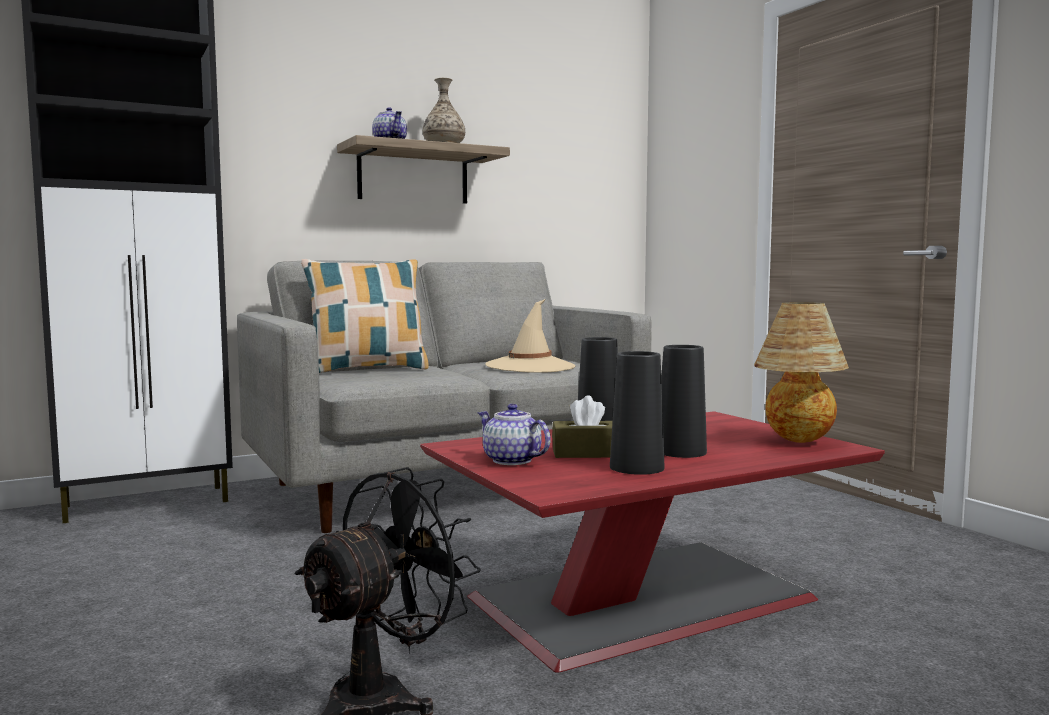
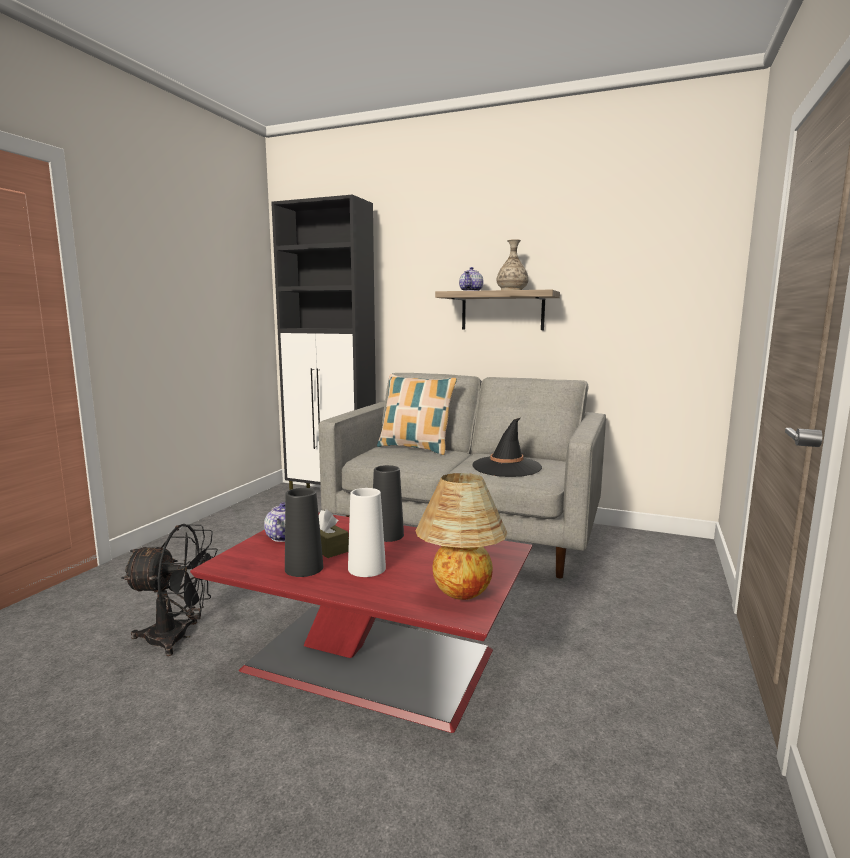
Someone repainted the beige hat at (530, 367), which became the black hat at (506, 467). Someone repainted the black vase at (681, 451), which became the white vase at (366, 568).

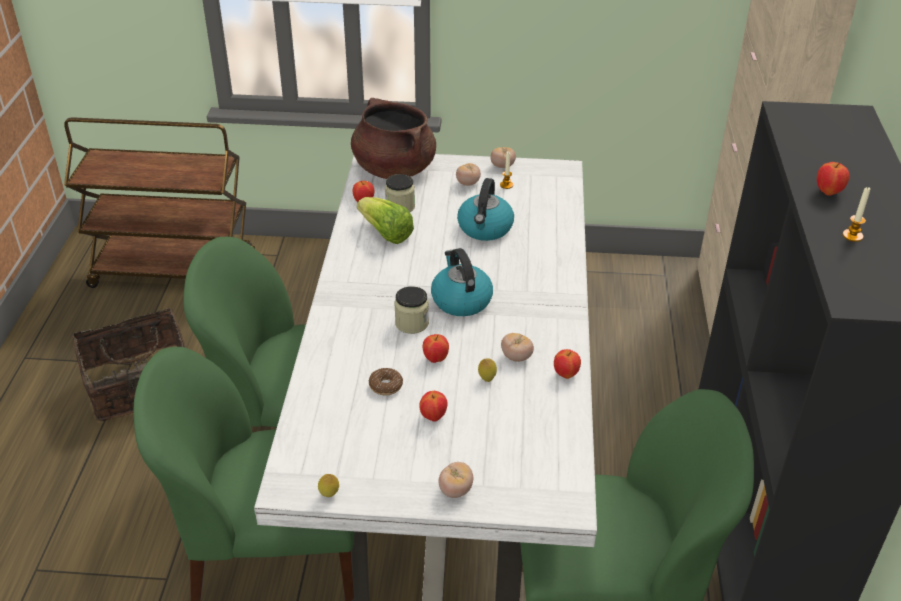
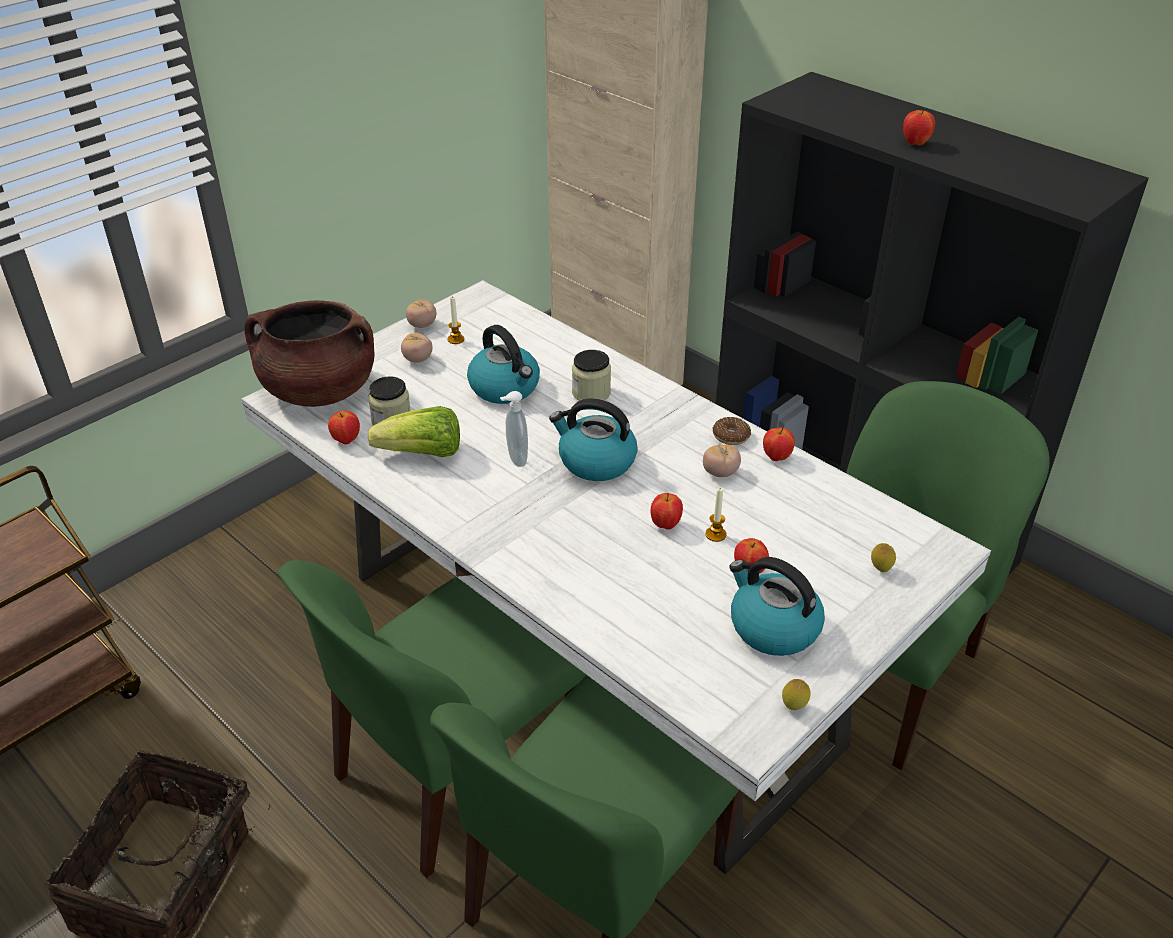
Someone took away the tomato at (455, 490). Someone put down the soap dispenser at (515, 459). Someone put down the kettle at (772, 627). Someone carried the donut from (385, 386) to (731, 436). Someone carried the jar from (412, 323) to (591, 393). Someone carried the lemon from (487, 379) to (880, 569). Someone carried the candle from (852, 236) to (715, 534).

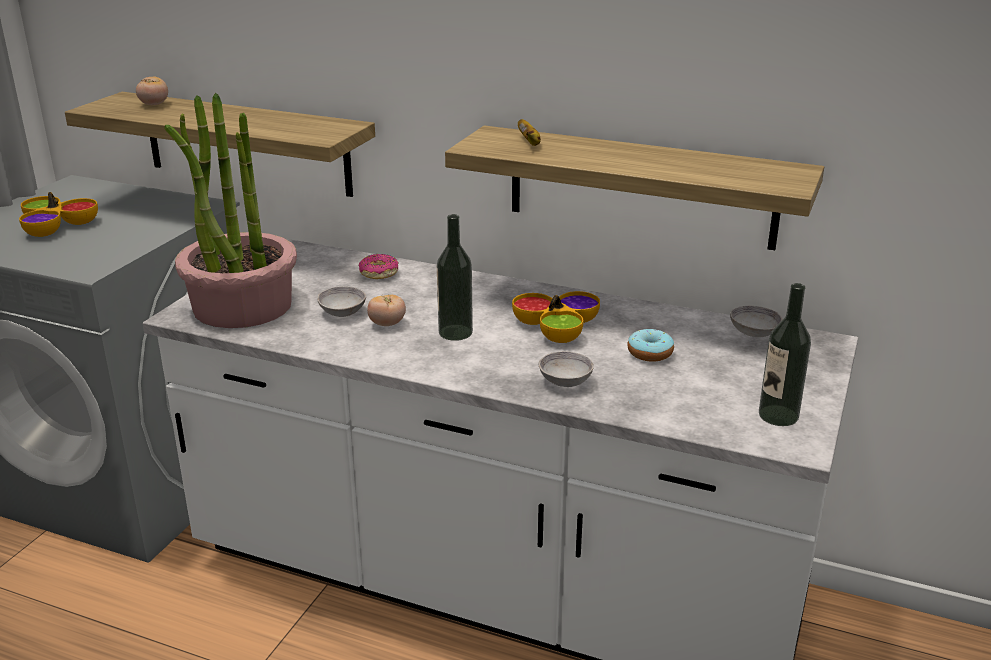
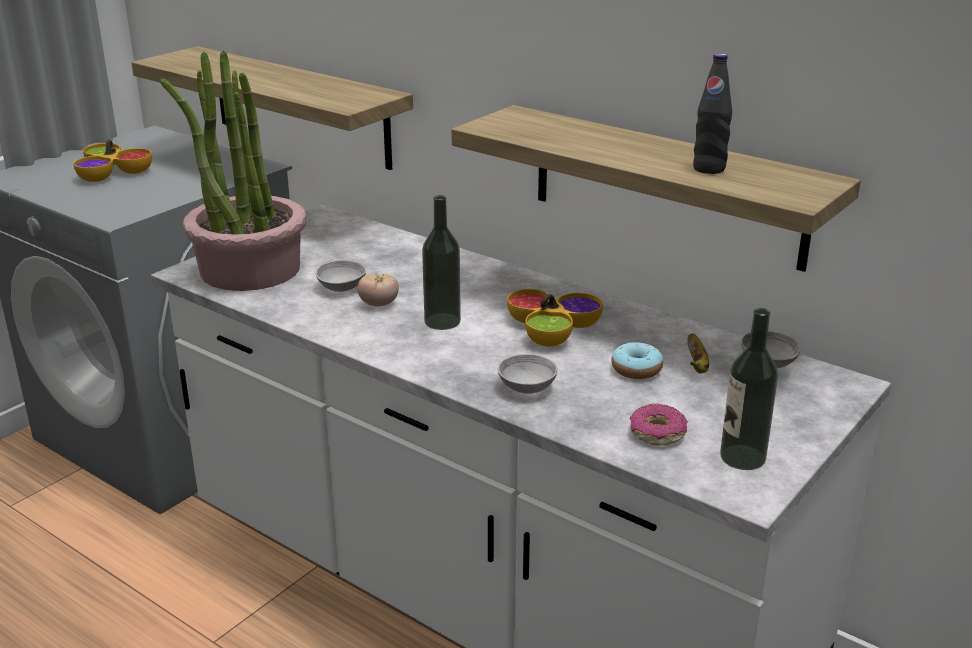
Someone took away the tomato at (154, 104). Someone put down the black bottle at (709, 169). Someone carried the donut from (378, 273) to (657, 433). Someone carried the banana from (529, 143) to (697, 365).

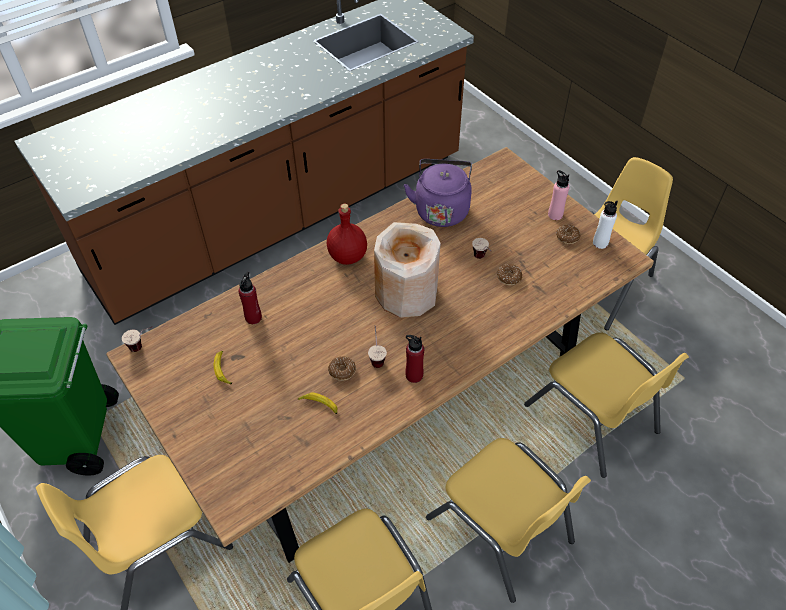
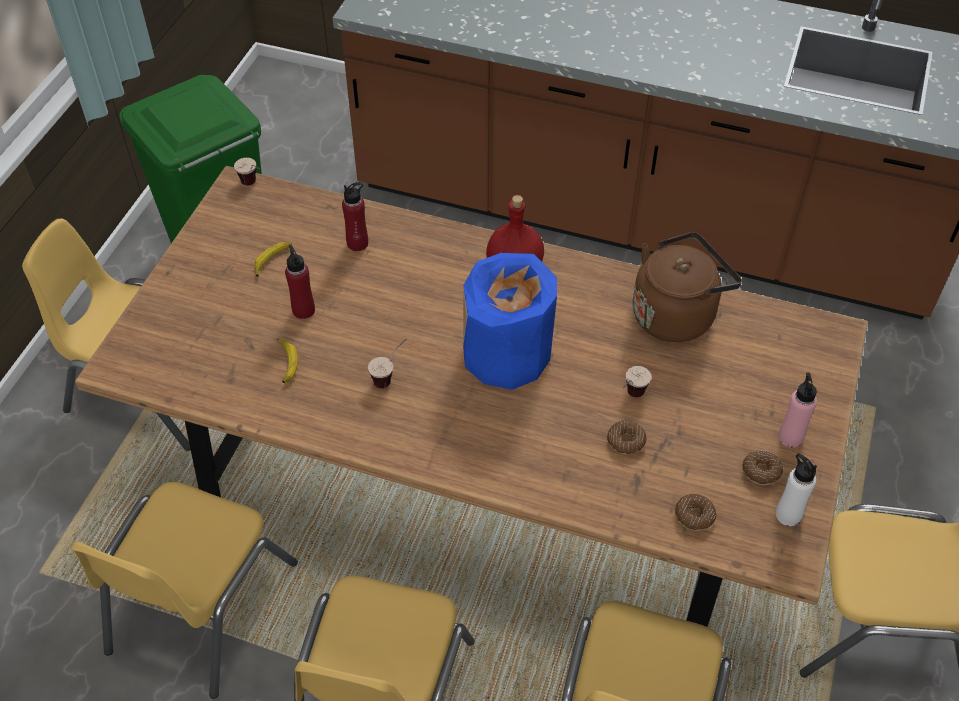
Someone carried the donut from (342, 371) to (694, 516). Someone carried the red bottle from (414, 375) to (303, 310). Someone repainted the beige vase at (406, 293), which became the blue vase at (507, 352). Someone repainted the purple kettle at (441, 209), which became the brown kettle at (676, 314).

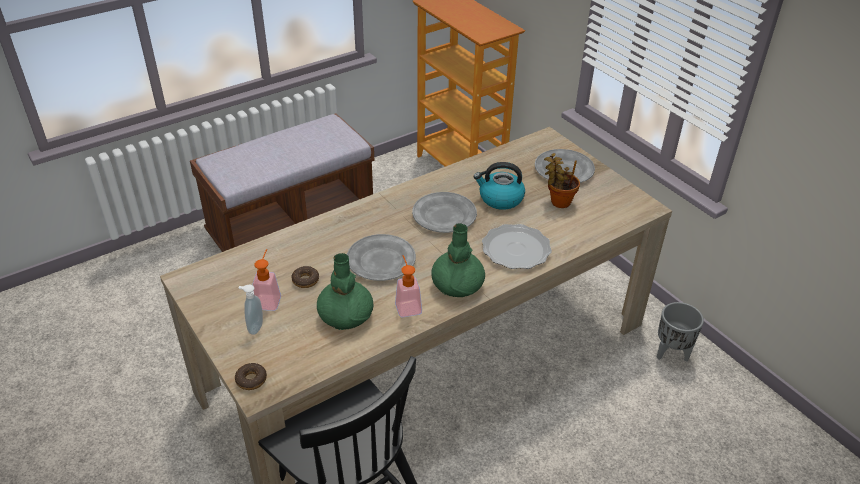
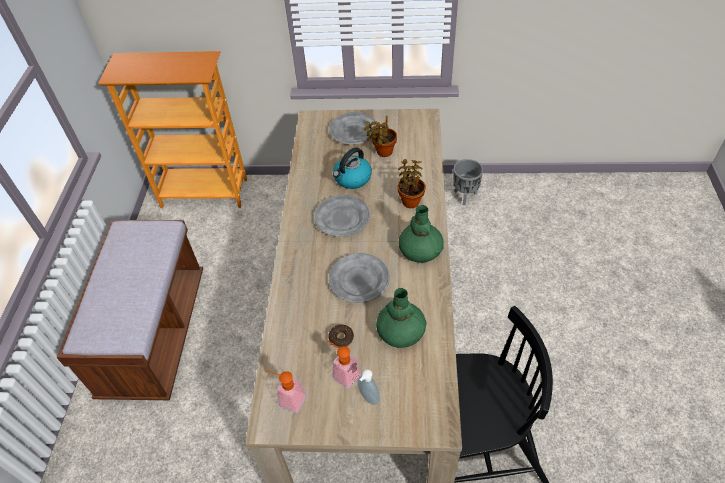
Someone took away the donut at (251, 380). Someone carried the soap dispenser from (407, 305) to (288, 399). Someone swapped the plate at (515, 249) for the potted plant at (410, 200).

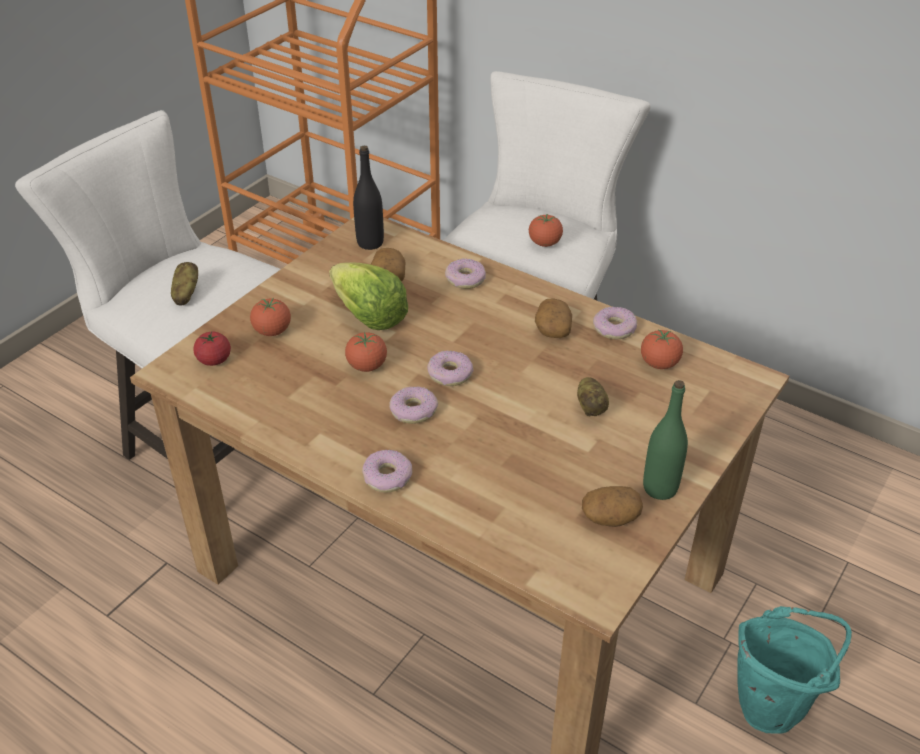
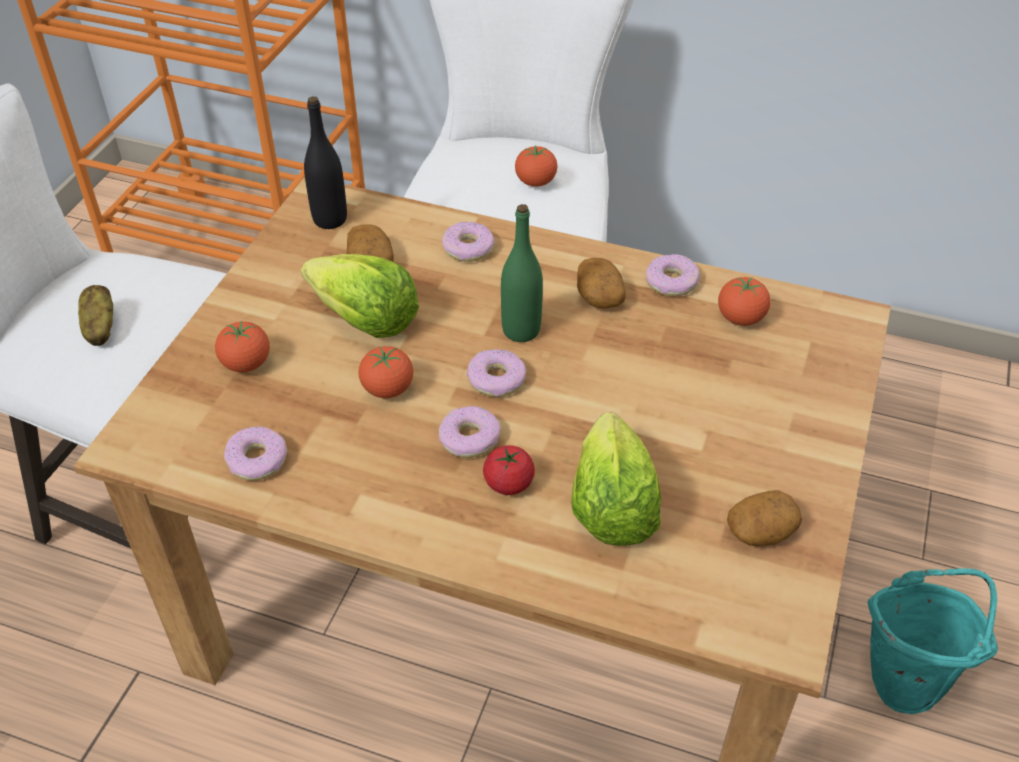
Someone took away the potato at (591, 407). Someone put down the lettuce at (611, 506). Someone carried the tomato from (214, 360) to (508, 483). Someone carried the donut from (387, 477) to (257, 460). Someone carried the green bottle from (660, 488) to (521, 330).

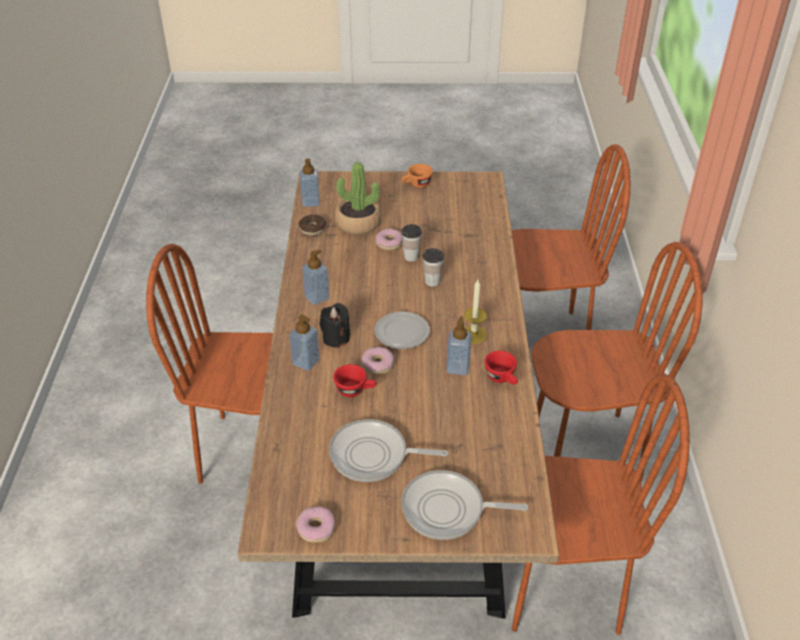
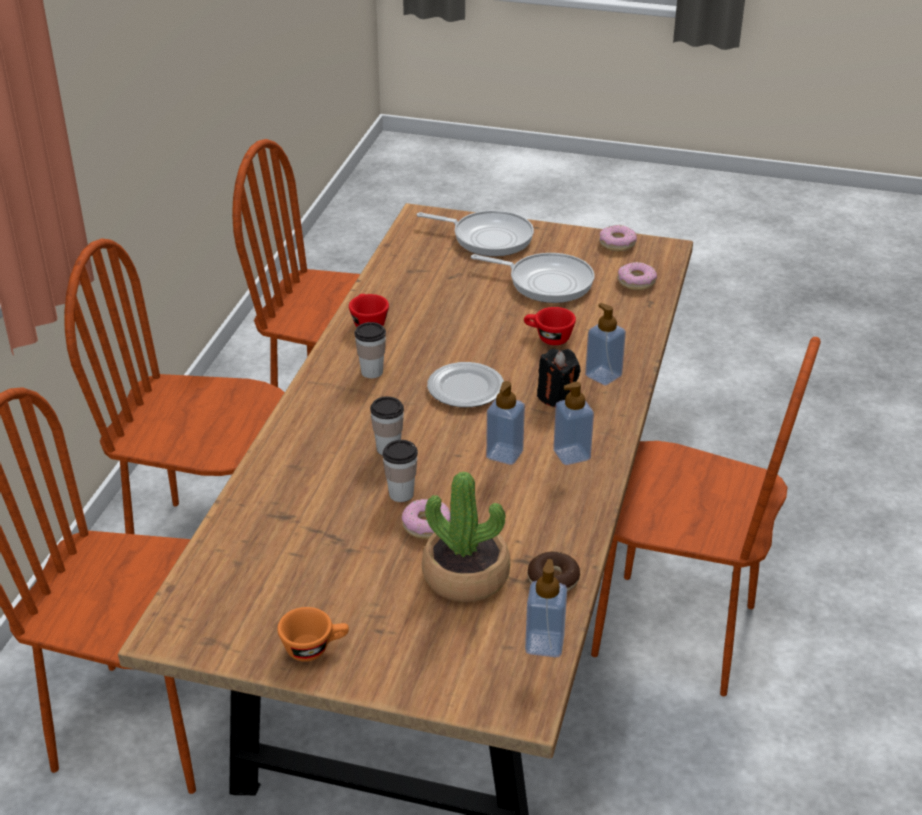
Someone carried the donut from (378, 364) to (636, 282). Someone carried the soap dispenser from (458, 367) to (504, 454). Someone swapped the candle at (473, 334) for the cup at (372, 372).

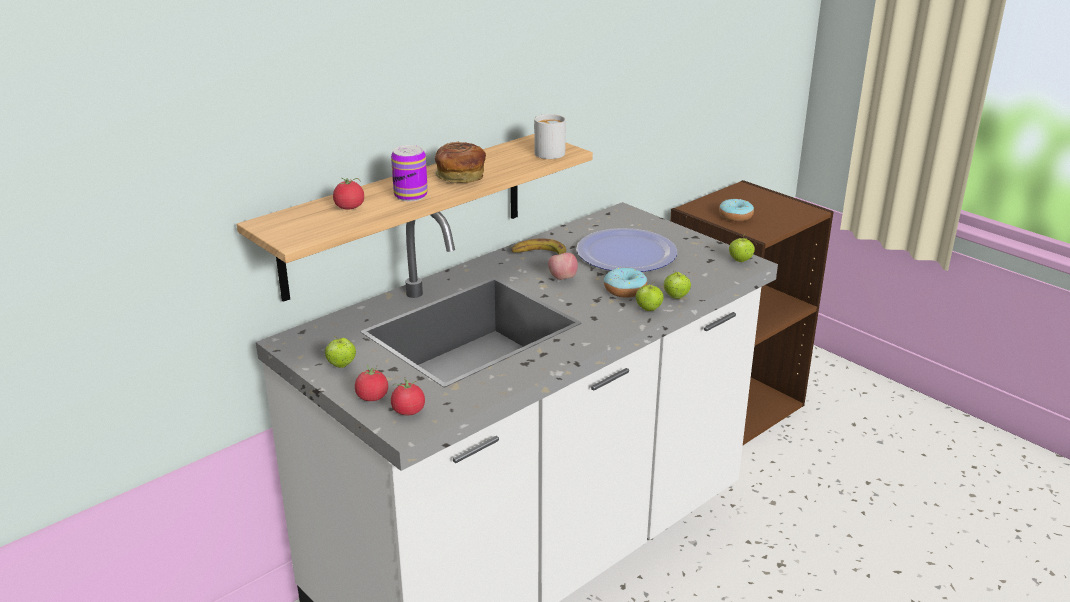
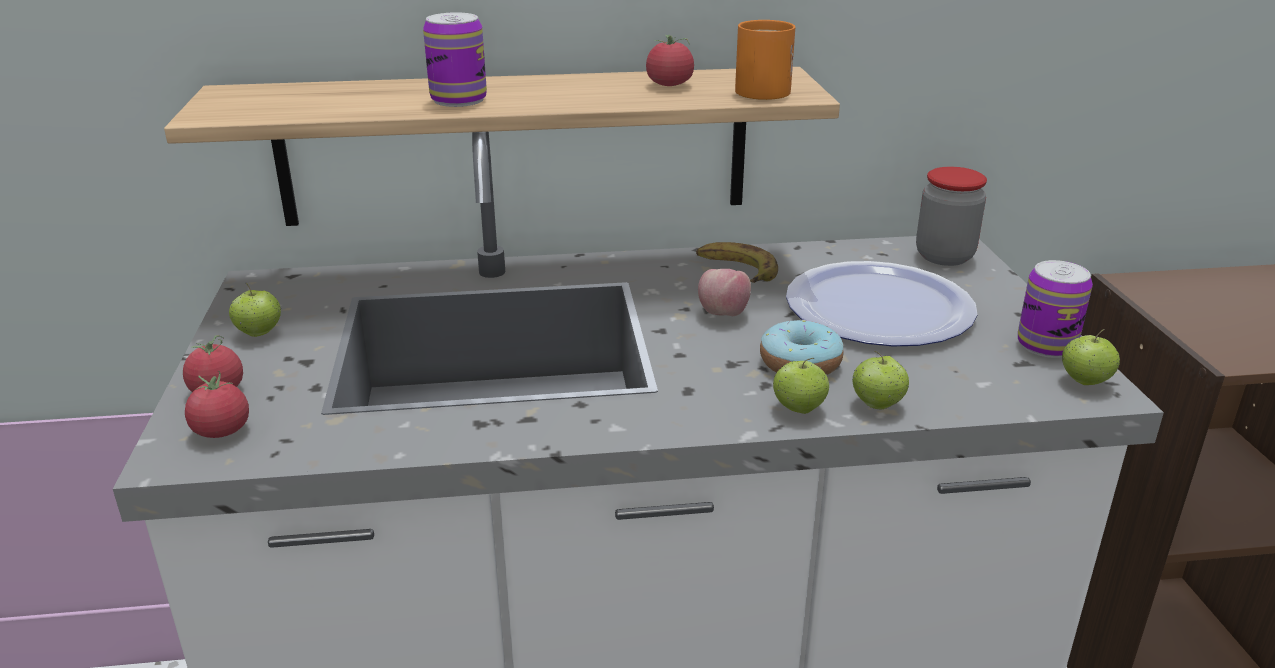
Someone took away the bread at (460, 176). Someone took away the donut at (735, 216). Someone put down the jar at (944, 256). Someone put down the can at (1046, 345). Someone carried the tomato from (349, 207) to (669, 85). Someone repainted the white mug at (546, 151), which became the orange mug at (762, 88).

